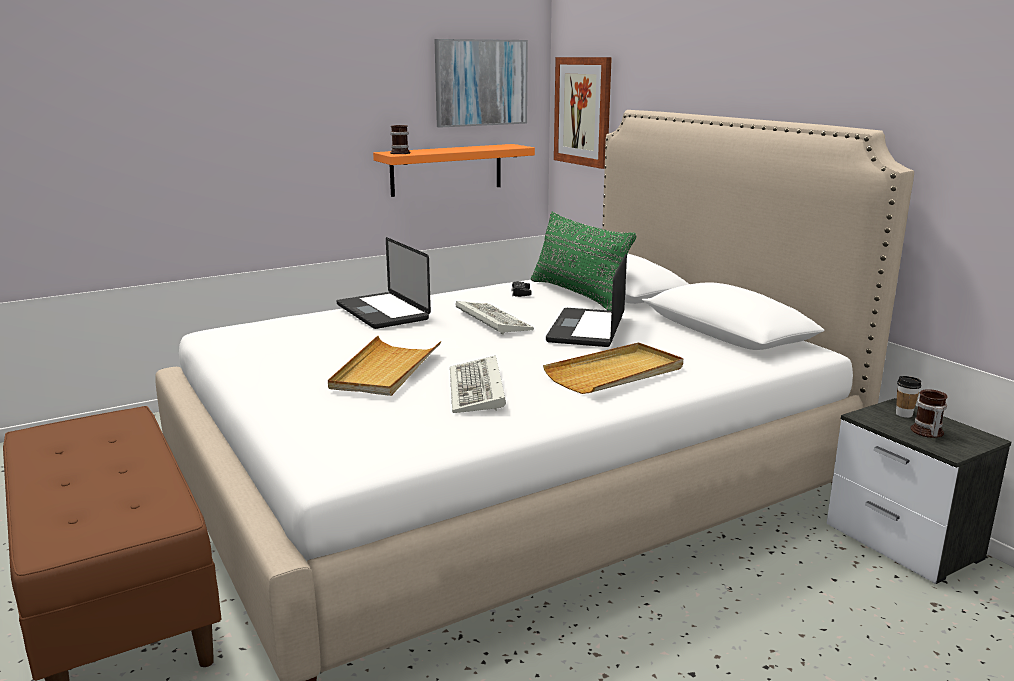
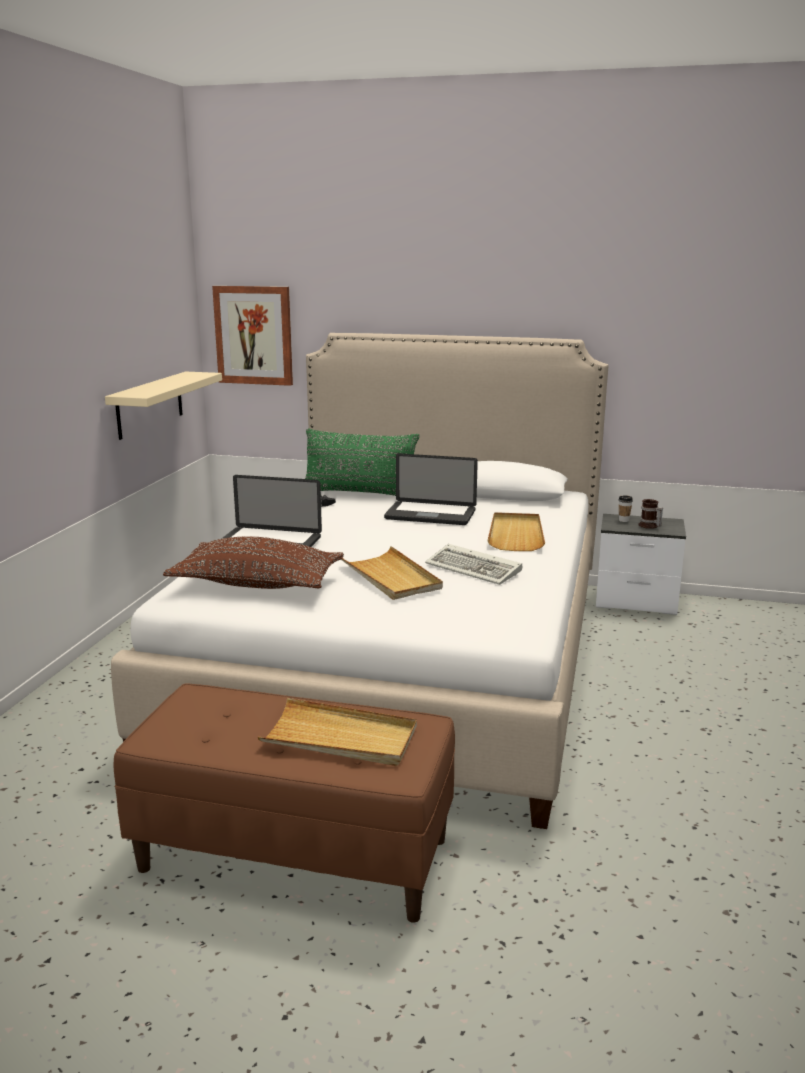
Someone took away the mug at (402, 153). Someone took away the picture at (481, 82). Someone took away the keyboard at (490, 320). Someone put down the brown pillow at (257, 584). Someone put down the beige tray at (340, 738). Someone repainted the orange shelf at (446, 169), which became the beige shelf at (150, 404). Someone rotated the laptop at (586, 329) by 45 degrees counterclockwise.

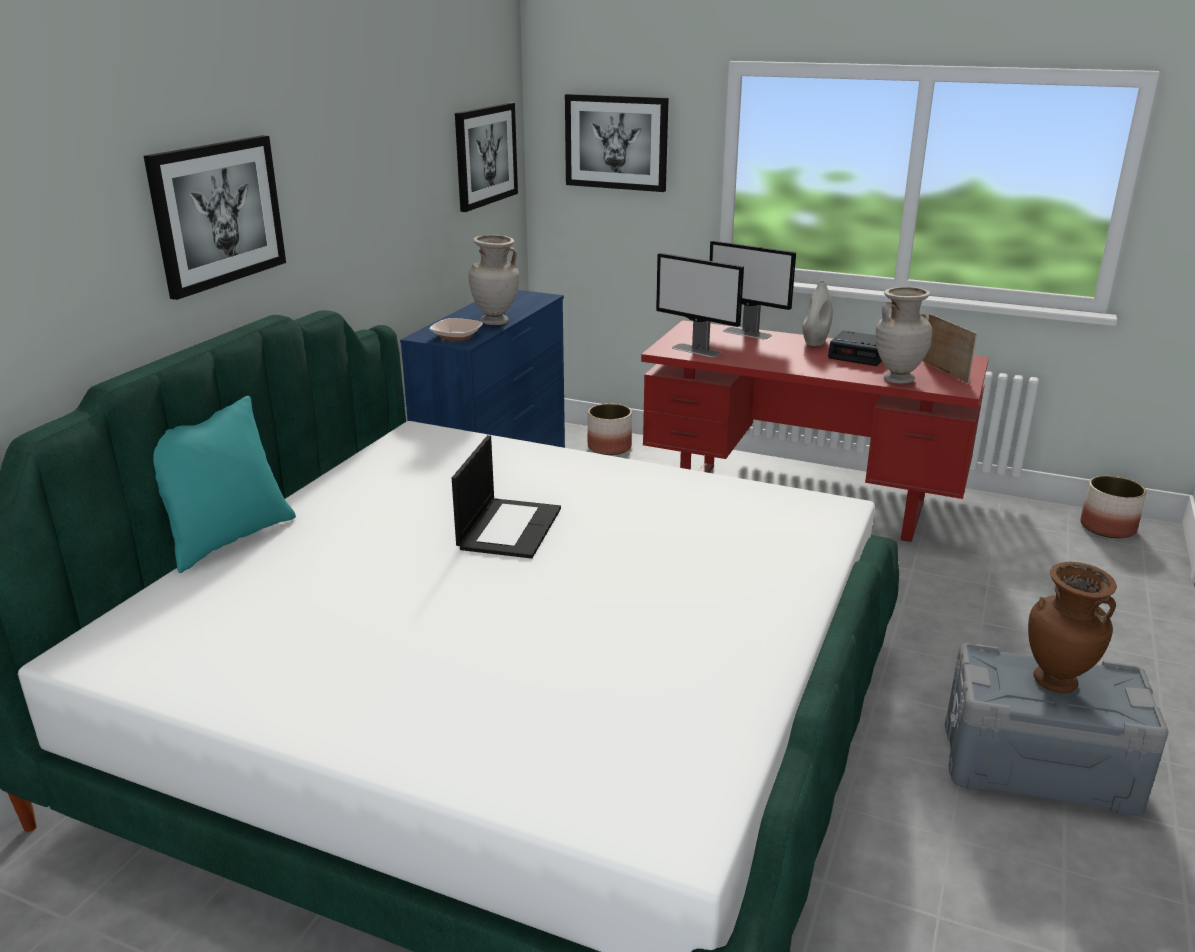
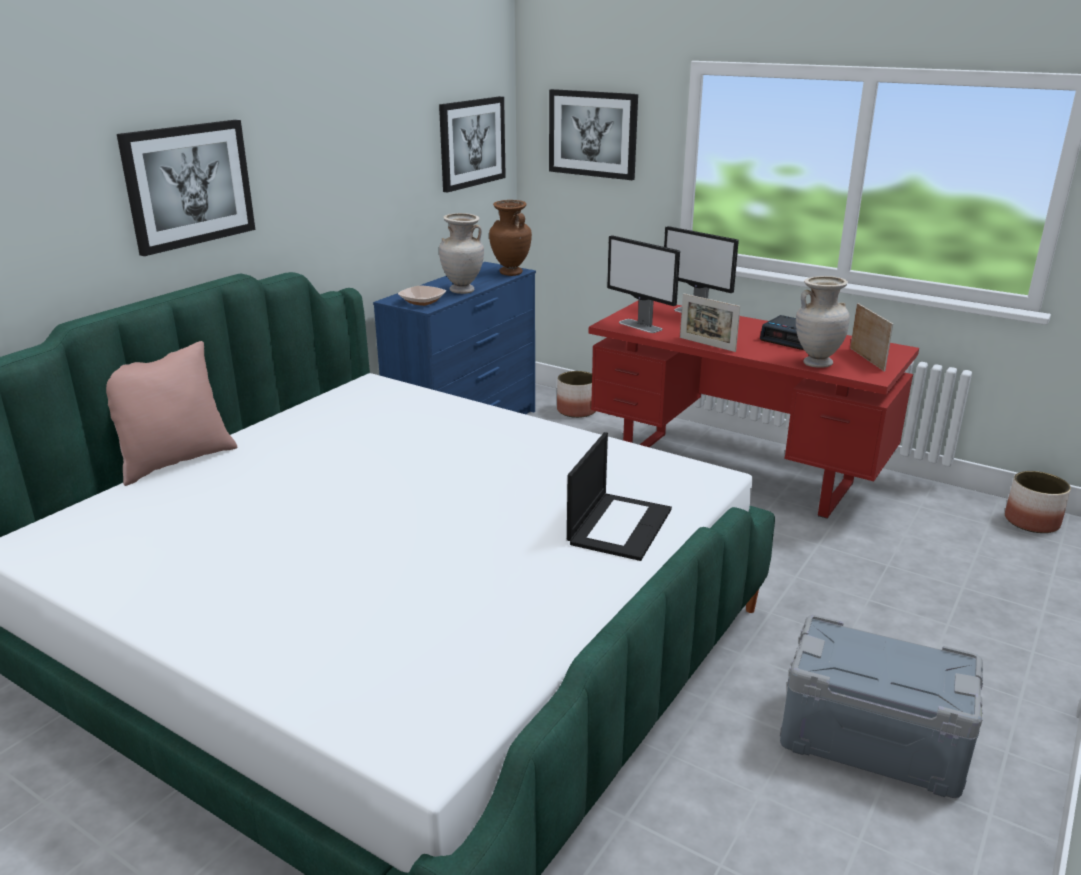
Someone took away the white vase at (815, 342). Someone put down the picture frame at (707, 344). Someone carried the laptop from (509, 528) to (619, 525). Someone carried the brown vase from (1055, 683) to (510, 273). Someone repainted the turquoise pillow at (227, 539), which became the pink pillow at (175, 461).

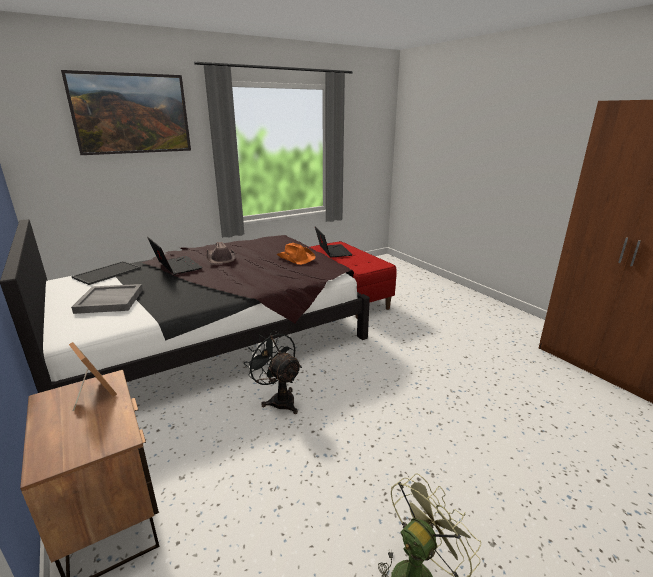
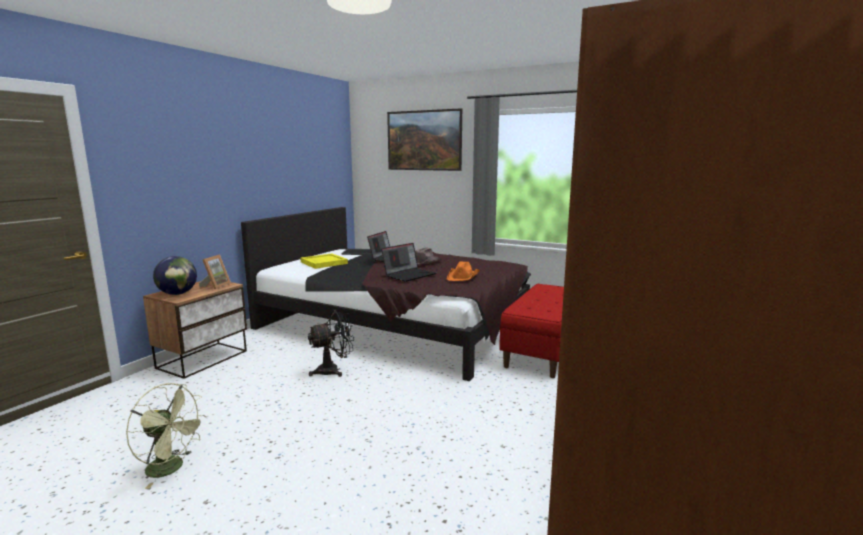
Someone put down the globe at (177, 294). Someone carried the laptop from (332, 251) to (409, 275). Someone repainted the grey tray at (109, 301), which became the yellow tray at (323, 263). Someone rotated the black fan at (279, 399) by 45 degrees clockwise.

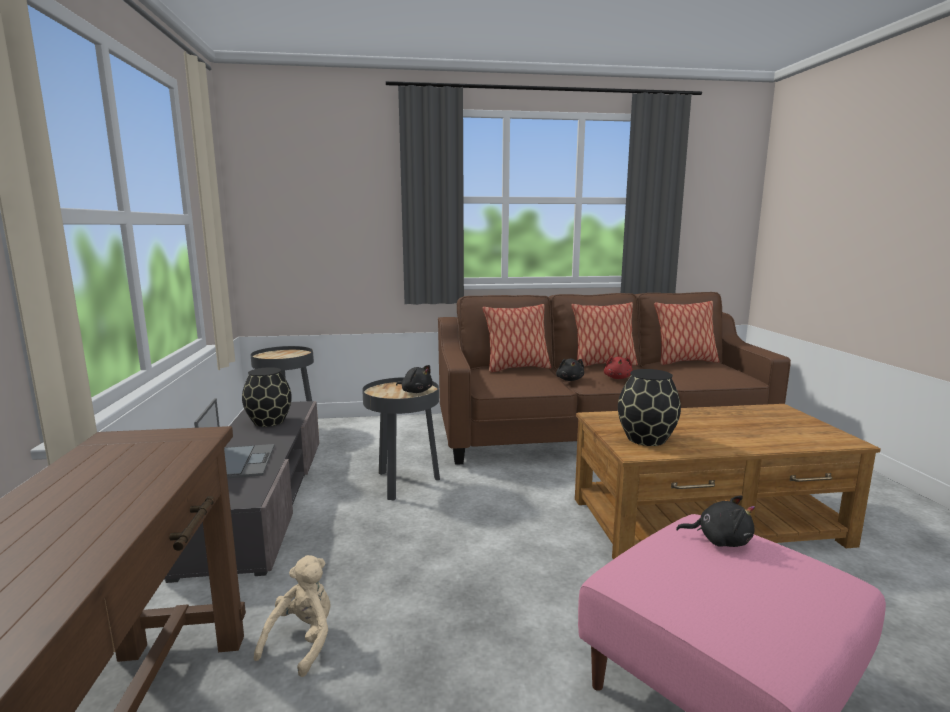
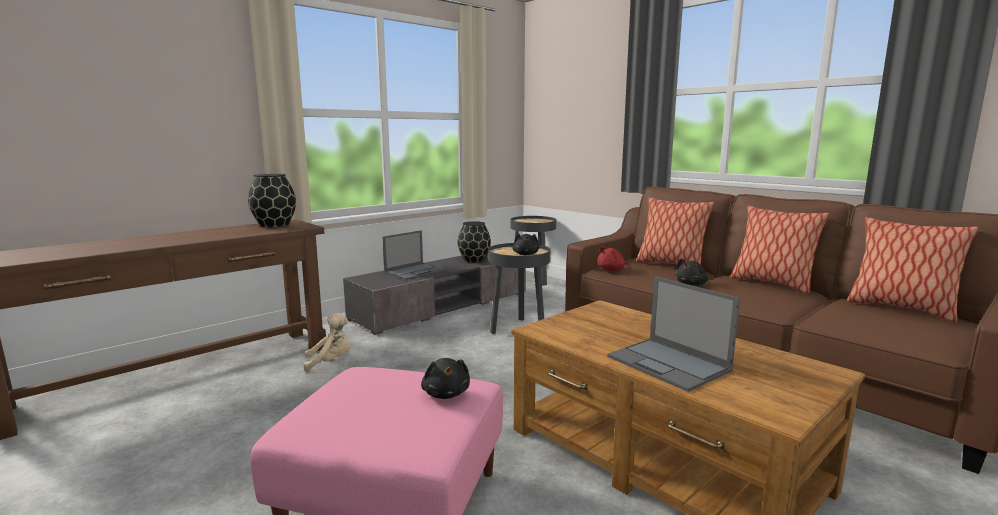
Someone put down the laptop at (669, 364). Someone carried the red plush toy from (617, 378) to (612, 270). Someone carried the black vase from (645, 439) to (274, 224).

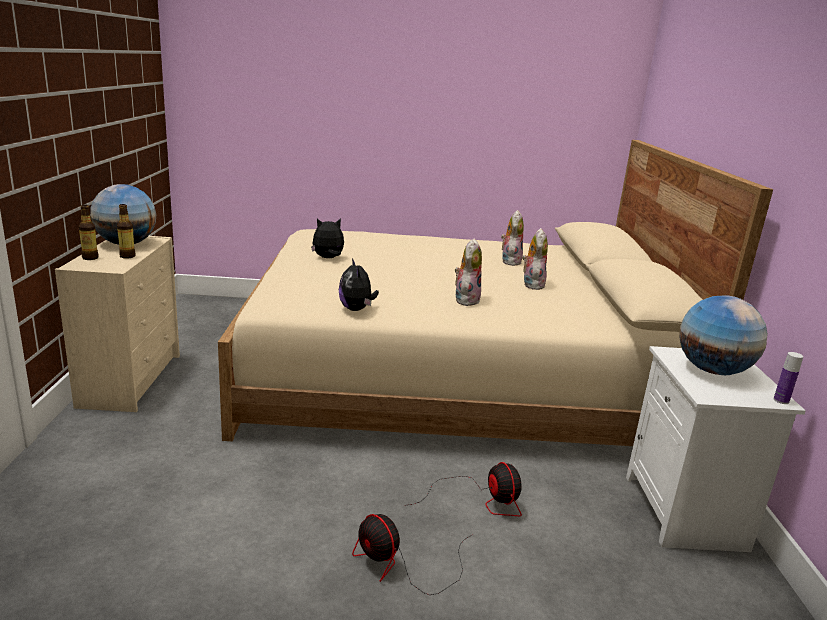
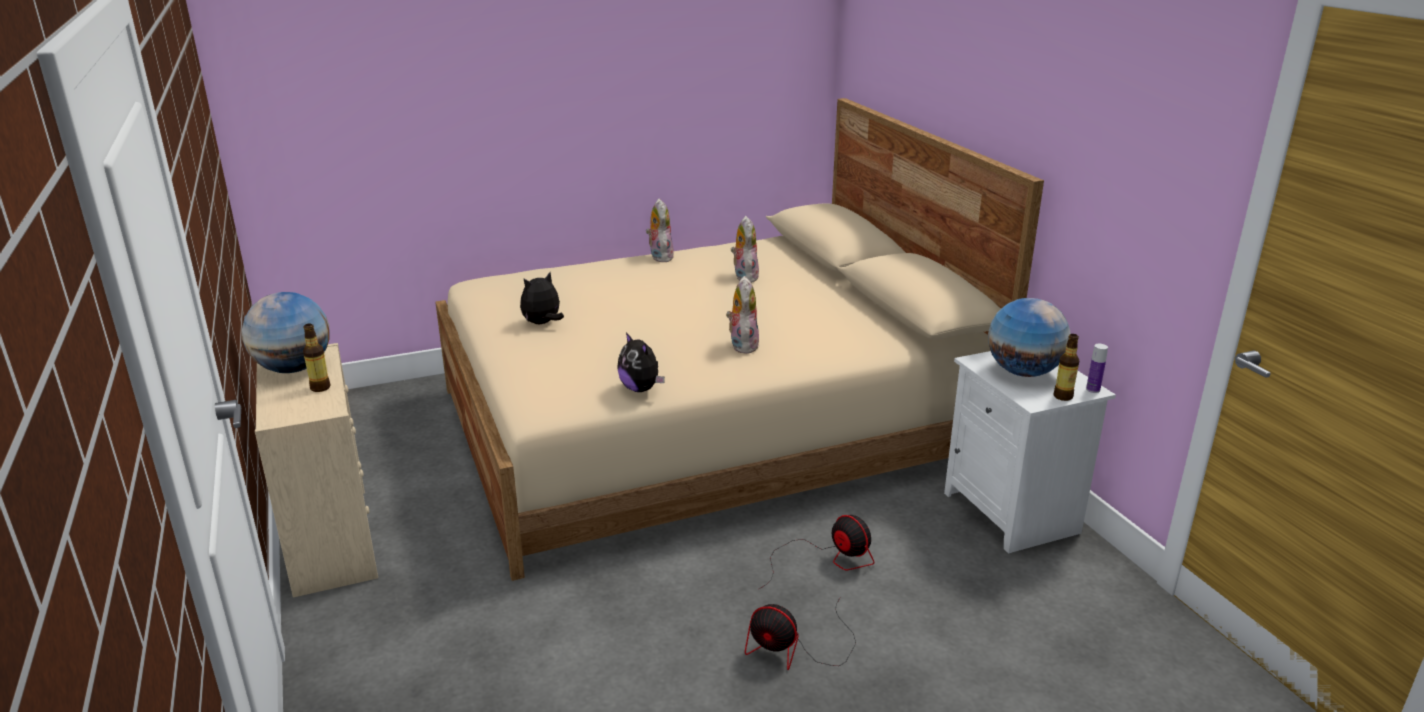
Someone carried the bottle from (90, 258) to (1063, 396). Someone carried the plush toy from (531, 284) to (659, 257).

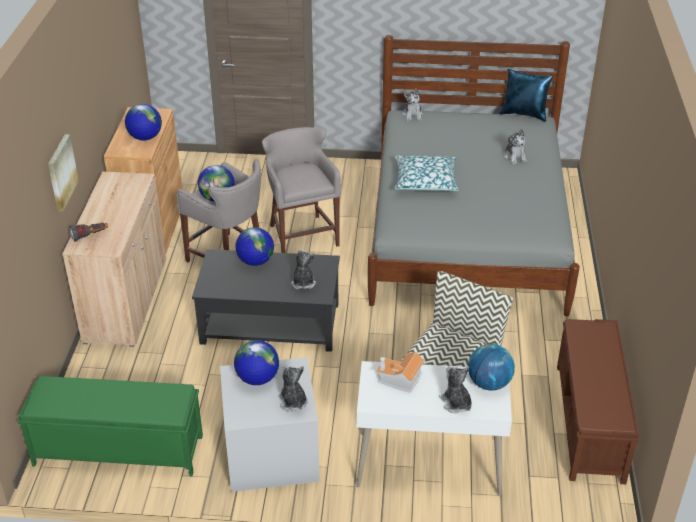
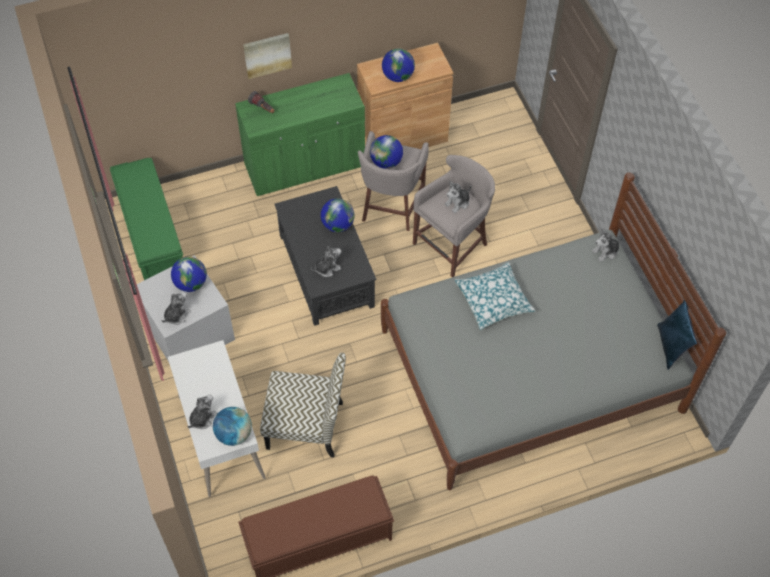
Someone took away the toy house at (400, 379). Someone carried the plush toy from (514, 157) to (458, 202). Someone repainted the beige cabinet at (126, 300), which became the green cabinet at (305, 165).

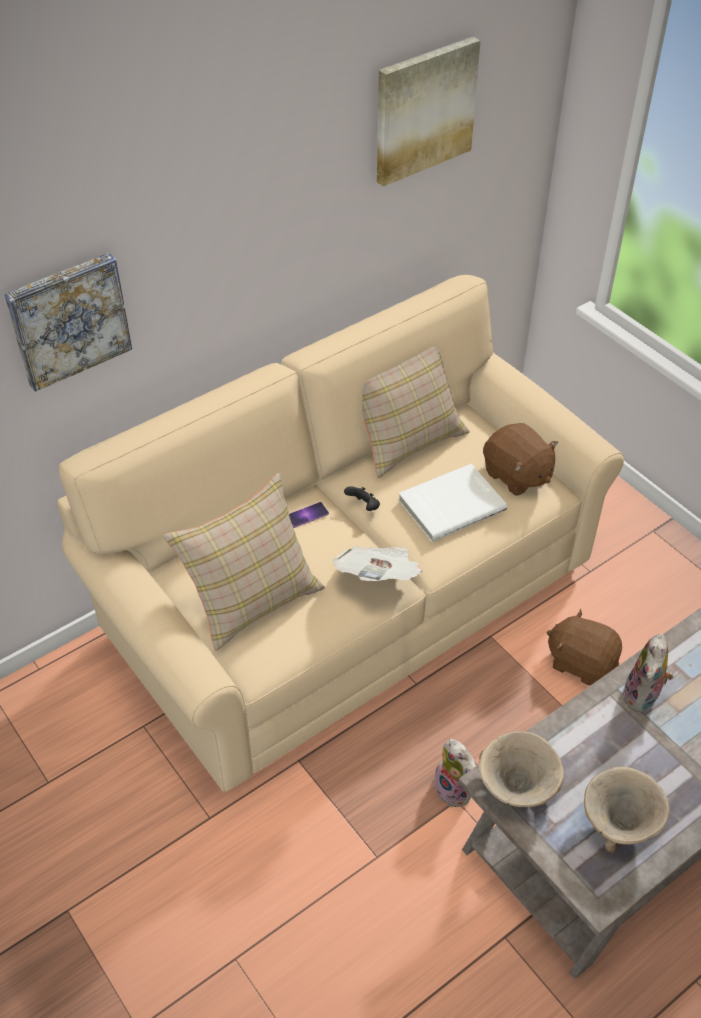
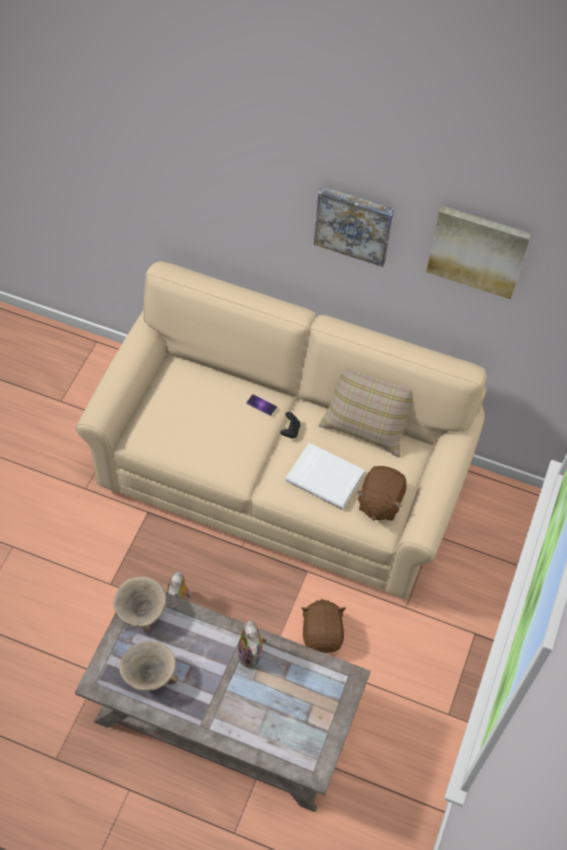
Someone took away the beige pillow at (251, 597). Someone took away the newspaper at (379, 578). Someone carried the picture from (68, 319) to (354, 224). Someone rotated the plush toy at (643, 697) by 90 degrees counterclockwise.

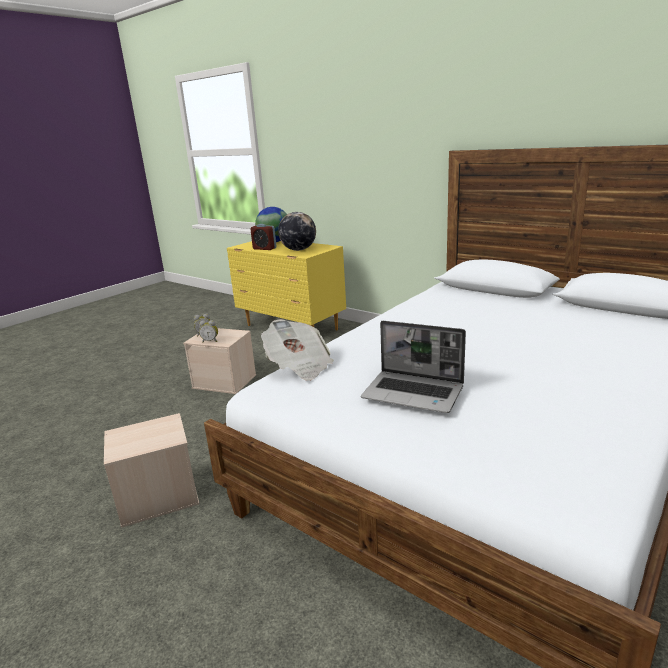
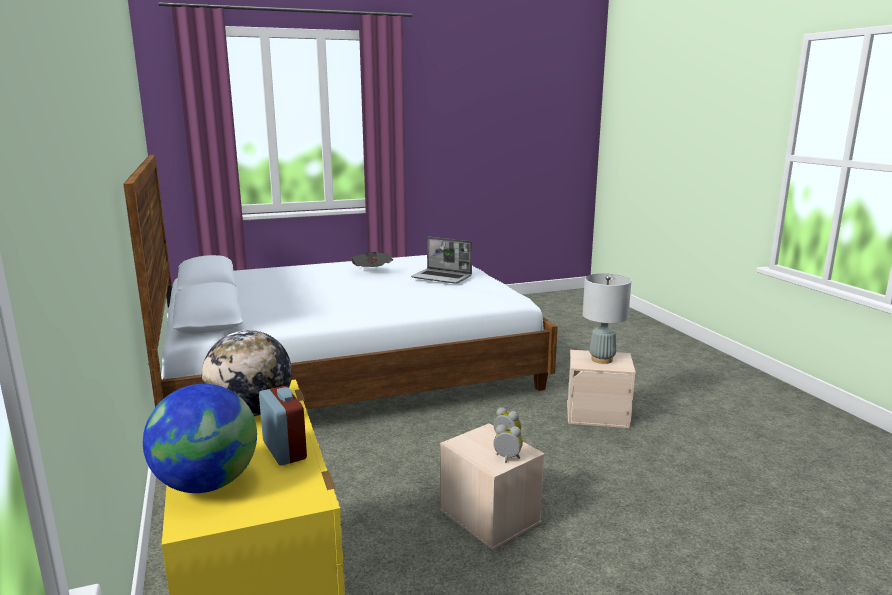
Someone put down the grey table lamp at (602, 359). Someone carried the newspaper from (299, 366) to (372, 272). Someone rotated the laptop at (414, 393) by 150 degrees clockwise.

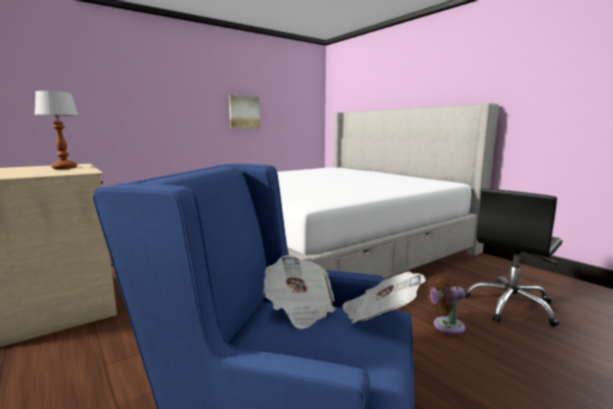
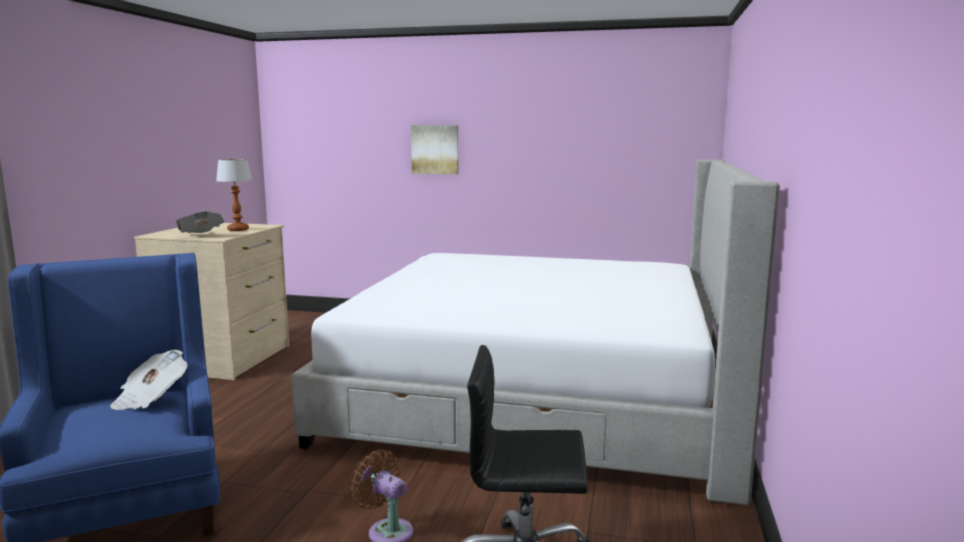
Someone carried the picture from (244, 112) to (435, 149). Someone carried the newspaper from (379, 315) to (201, 236).

